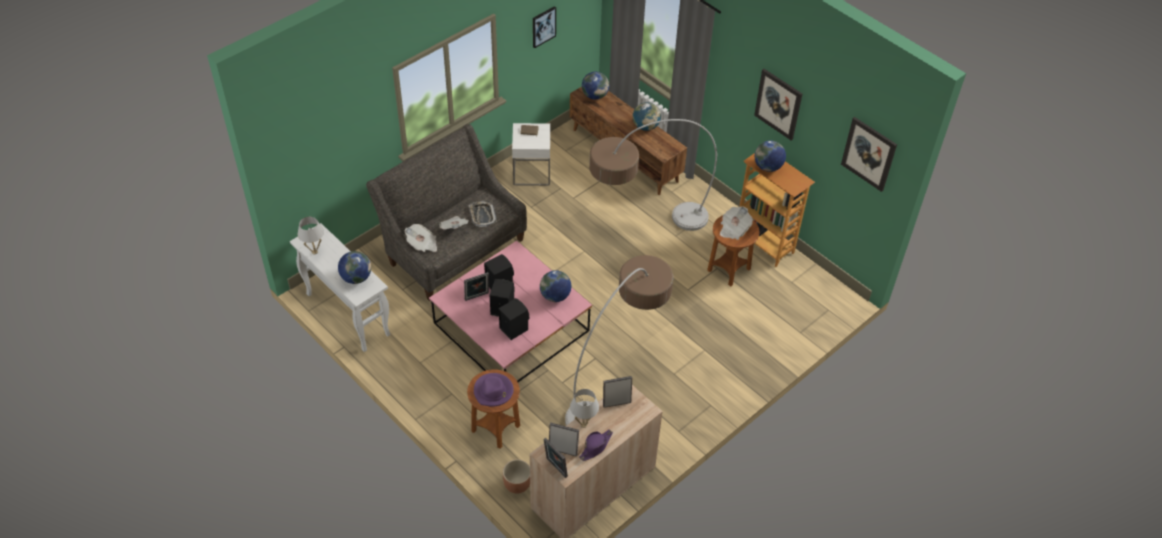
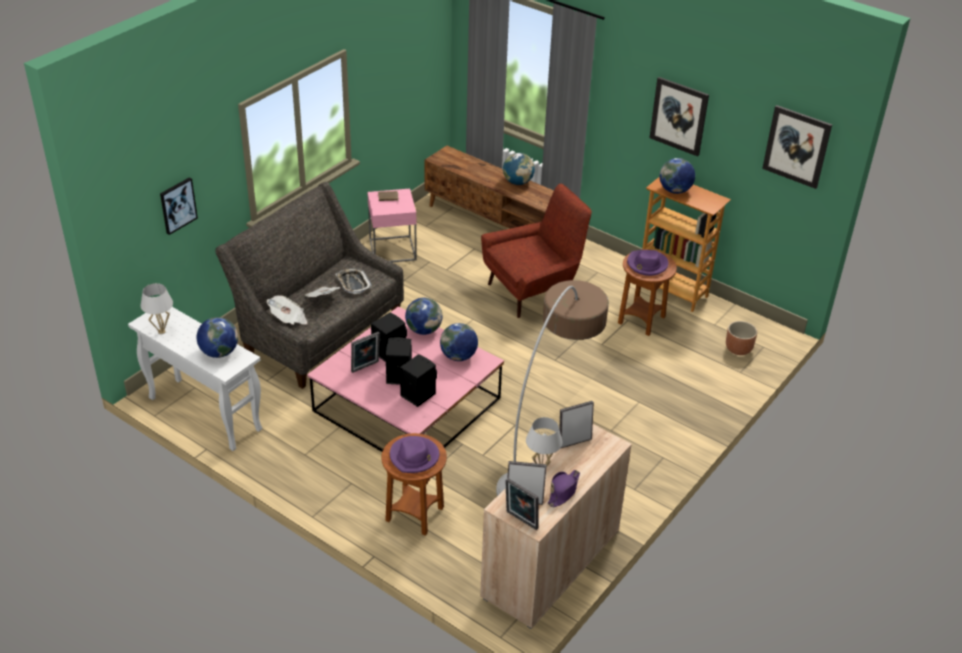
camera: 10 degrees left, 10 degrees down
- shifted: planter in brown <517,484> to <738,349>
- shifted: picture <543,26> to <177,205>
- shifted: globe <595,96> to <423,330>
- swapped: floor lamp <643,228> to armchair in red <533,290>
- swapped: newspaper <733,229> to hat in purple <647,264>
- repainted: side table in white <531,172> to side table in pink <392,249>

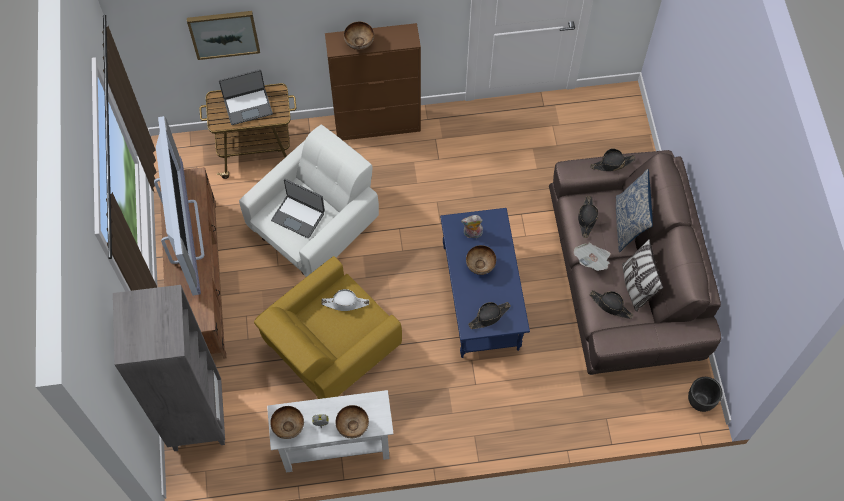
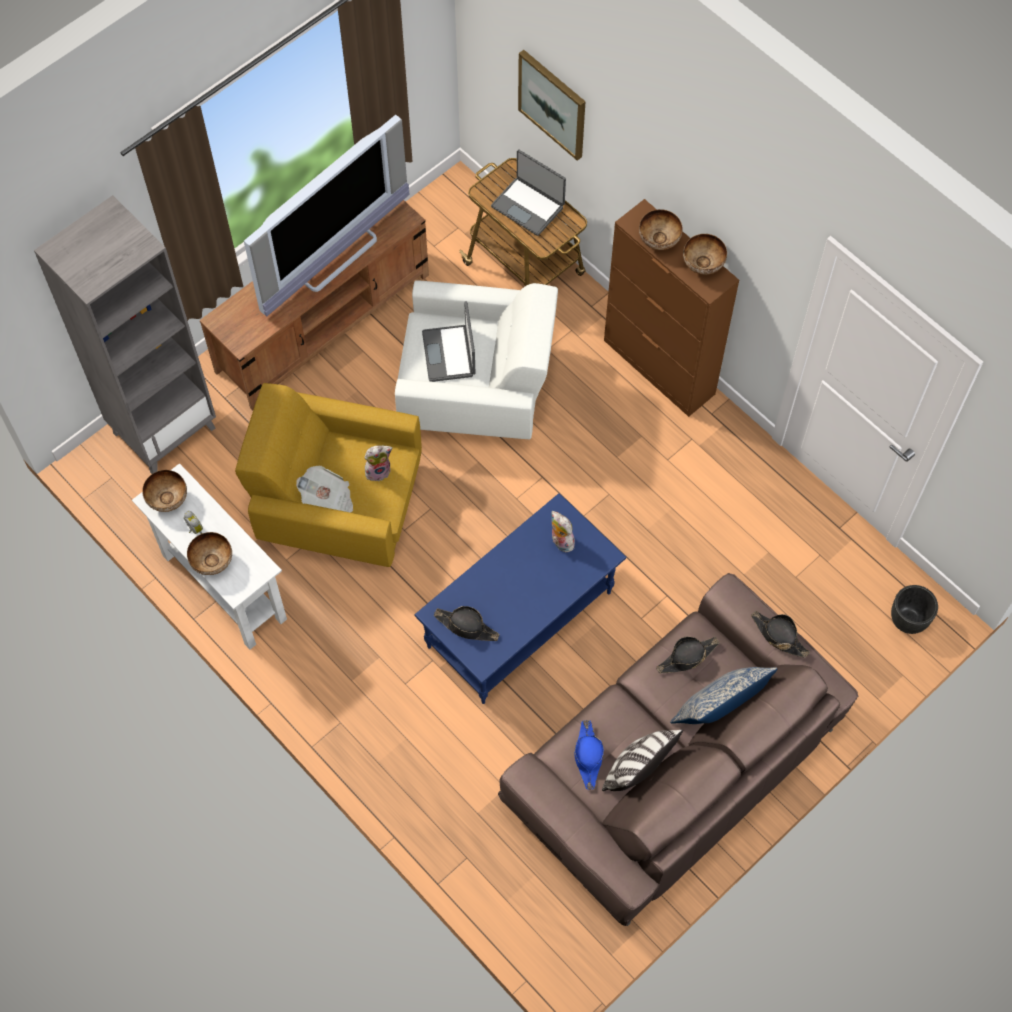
camera: 55 degrees right, 0 degrees up
- shifted: bowl <480,266> to <702,266>
- shifted: newspaper <592,261> to <327,499>
- shifted: planter in black <701,401> to <908,620>
- swapped: hat in white <345,303> to plush toy <378,470>
- repainted: hat in black <611,306> to hat in blue <588,756>

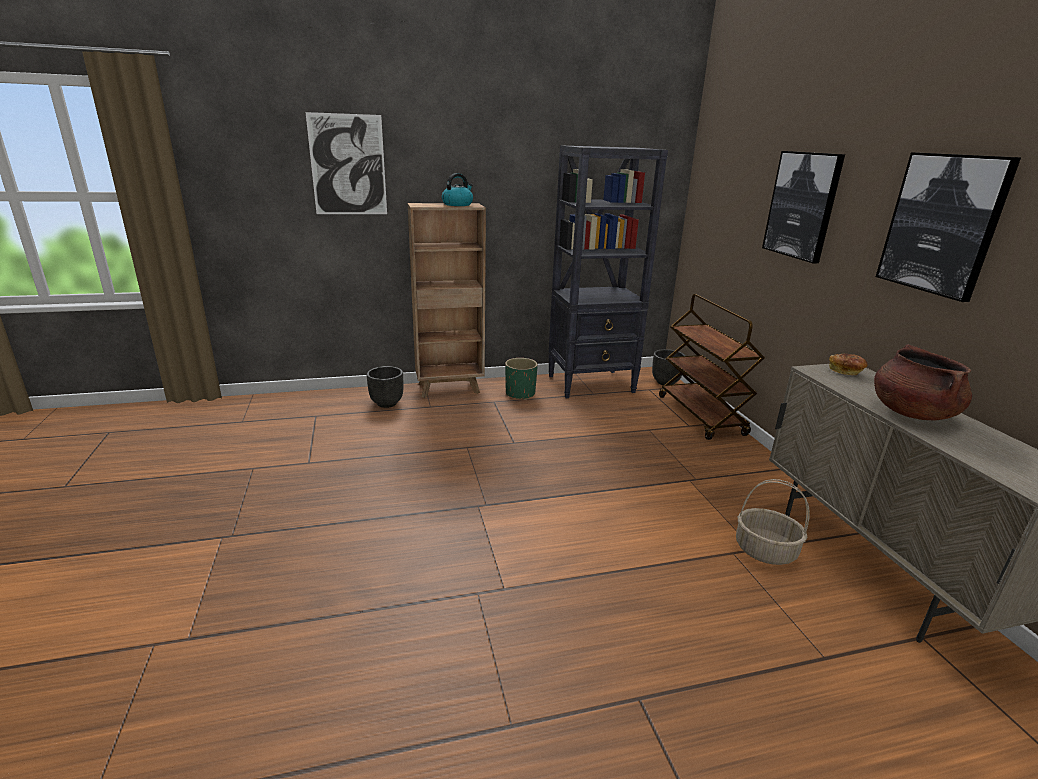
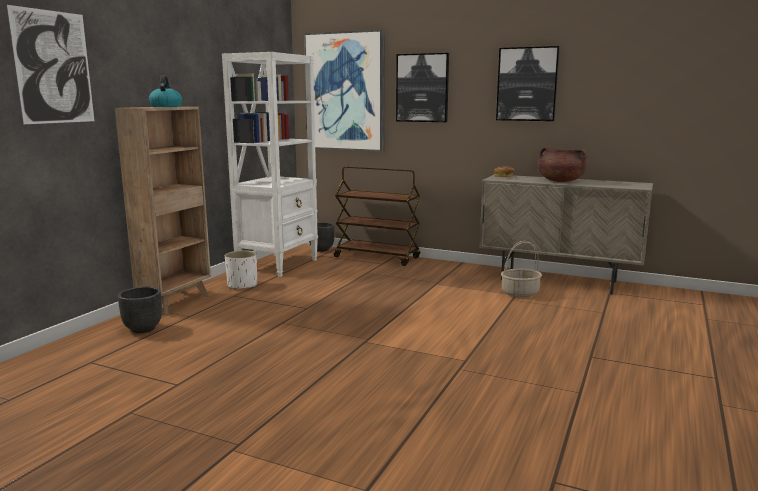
camera: 50 degrees left, 10 degrees down
- new: picture <345,92>
- repainted: planter in green <520,394> to planter in white <242,285>
- repainted: bookcase in black <591,384> to bookcase in white <278,264>

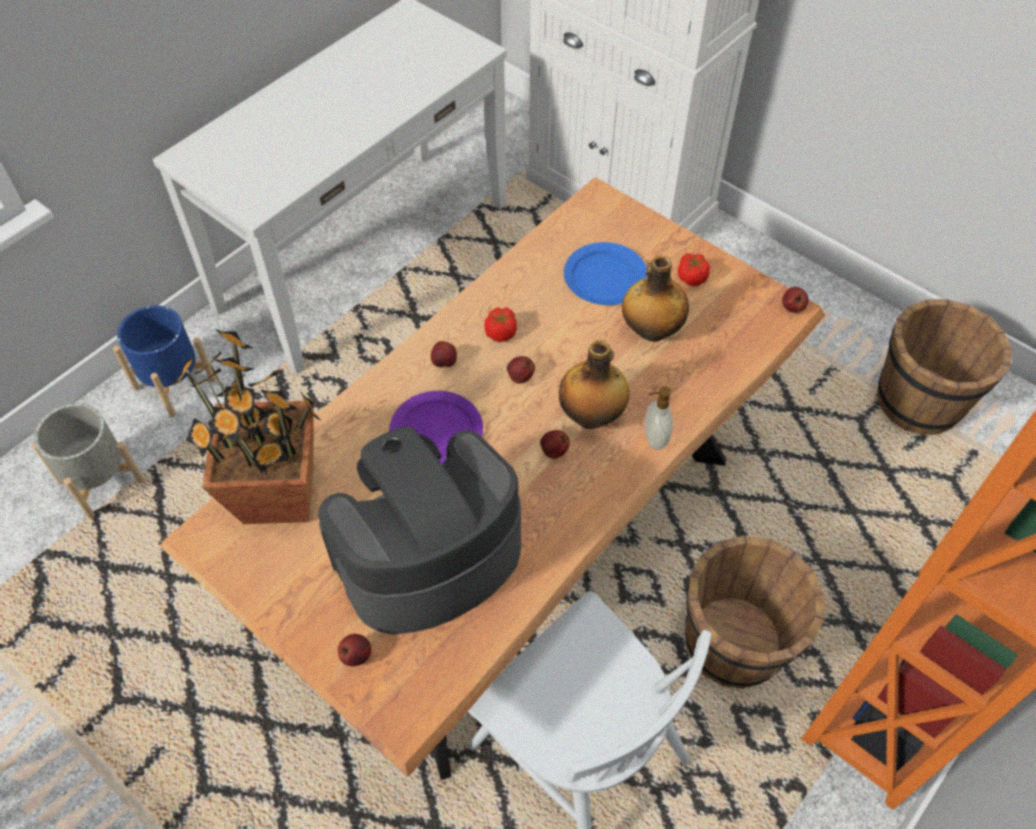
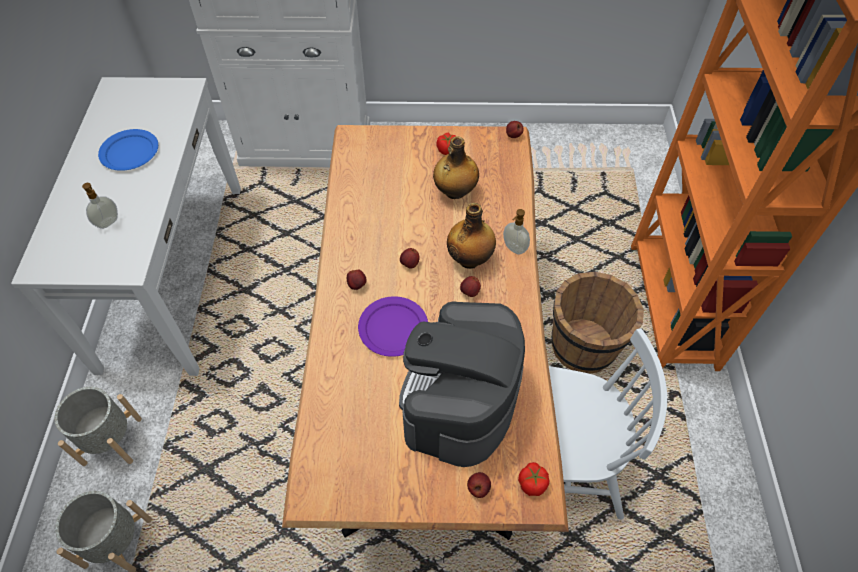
camera: 40 degrees left, 0 degrees up
- gone: potted plant <279,496>
- gone: bucket in brown <920,401>
- new: soap dispenser <109,223>
- shifted: tomato <501,333> to <532,483>
- shifted: plate in blue <605,276> to <130,152>
- repainted: planter in blue <175,383> to planter in grey <112,440>

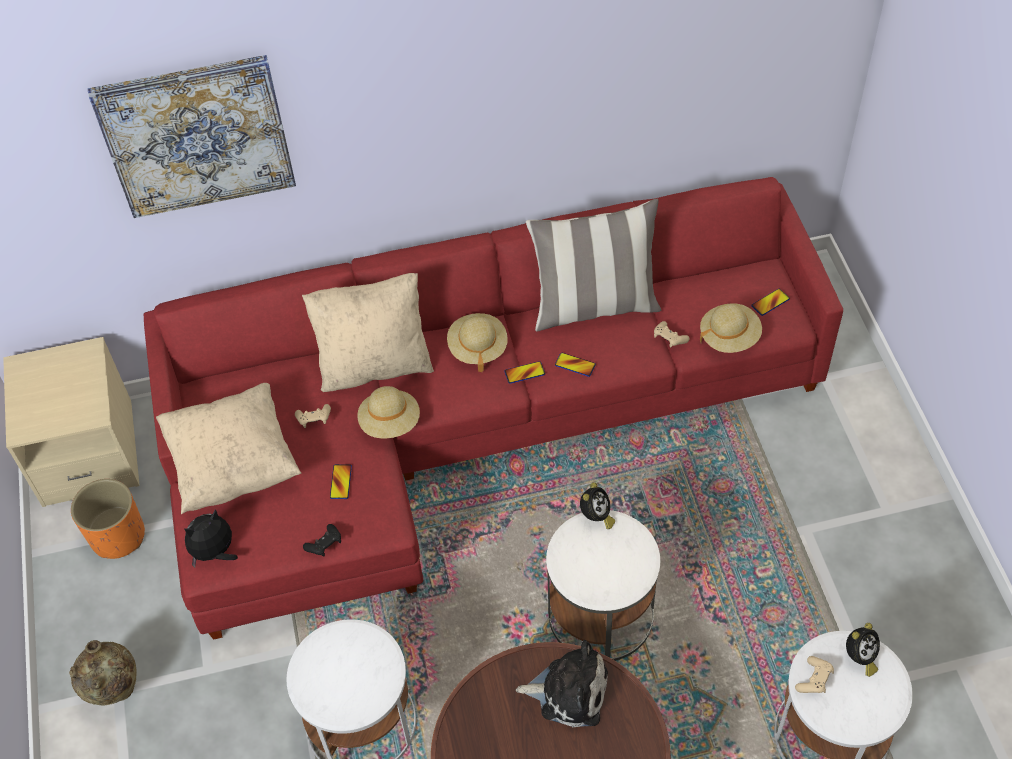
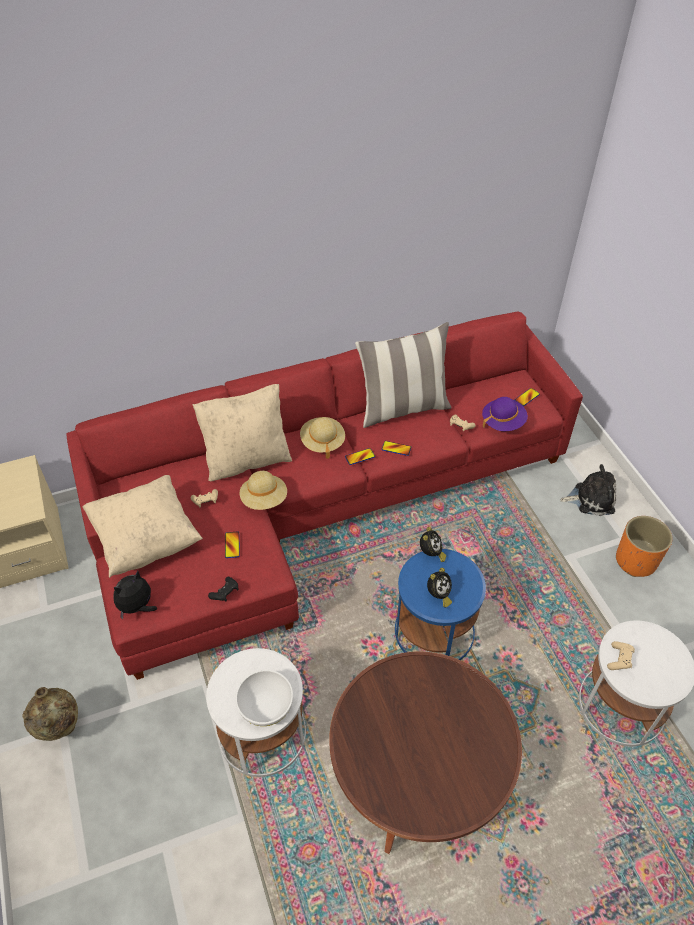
camera: 10 degrees left, 5 degrees down
- gone: picture <196,136>
- new: bowl in white <266,706>
- shifted: planter in orange <118,536> to <636,561>
- shifted: plush toy <569,691> to <591,498>
- shifted: alarm clock <859,657> to <438,595>
- repainted: side table in white <601,613> to side table in blue <434,631>
- repainted: hat in beige <729,337> to hat in purple <503,422>

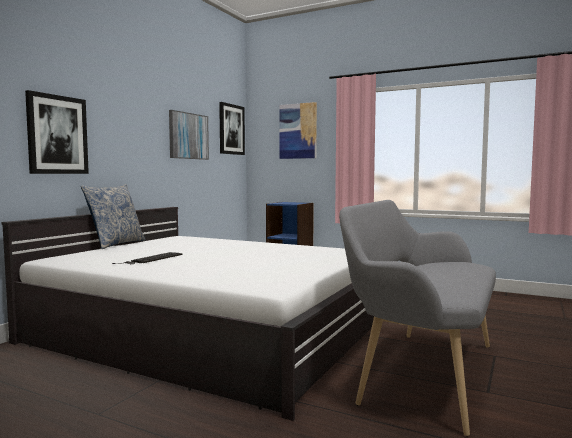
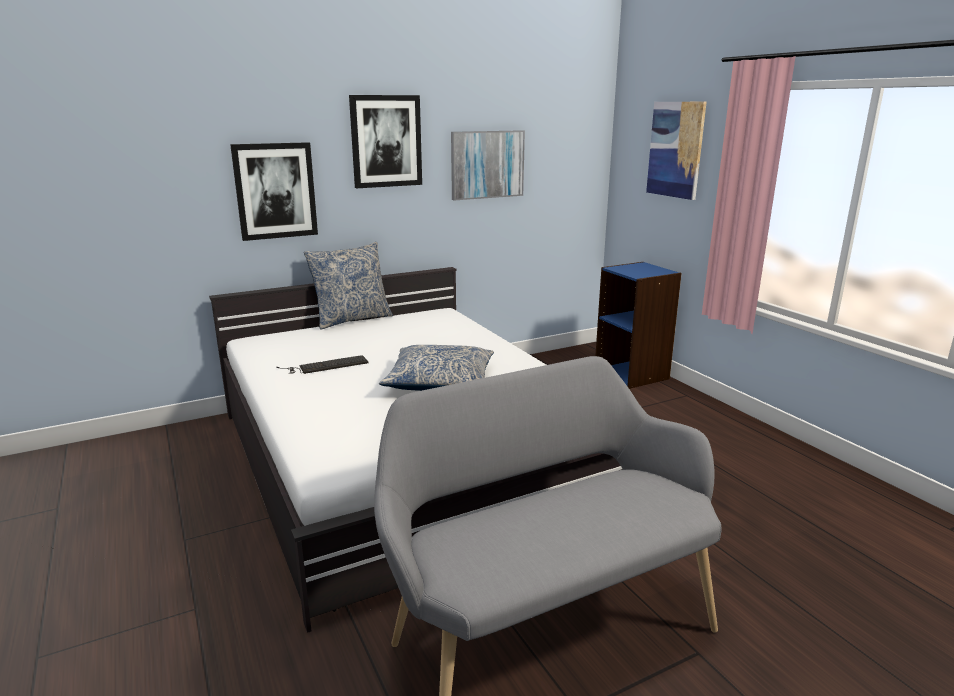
camera: 35 degrees right, 15 degrees up
- new: pillow <440,381>
- shifted: picture <231,129> to <386,141>

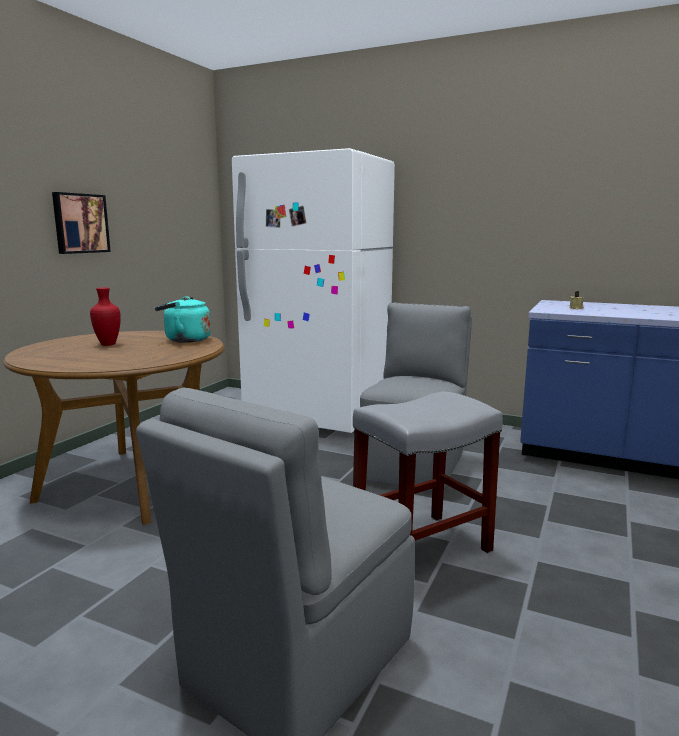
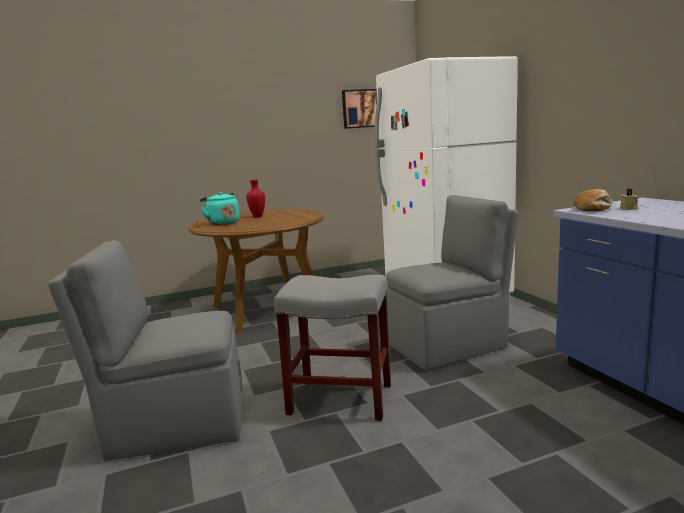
camera: 45 degrees right, 0 degrees up
- new: bread <593,208>
- shifted: picture <80,223> to <360,109>
- shifted: kettle in turquoise <184,340> to <222,223>

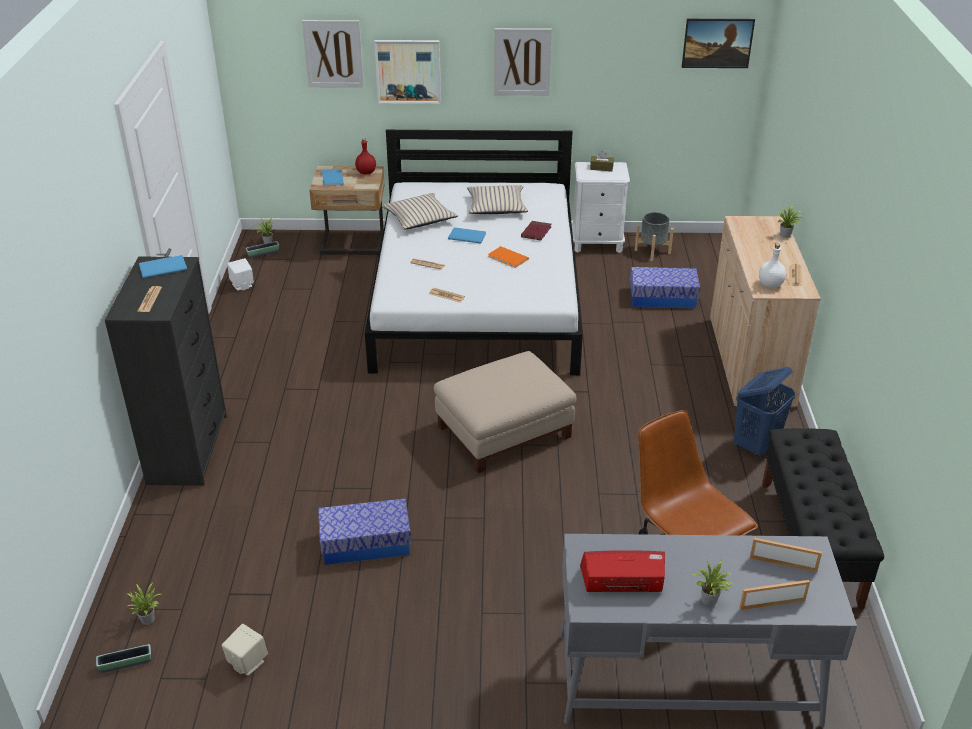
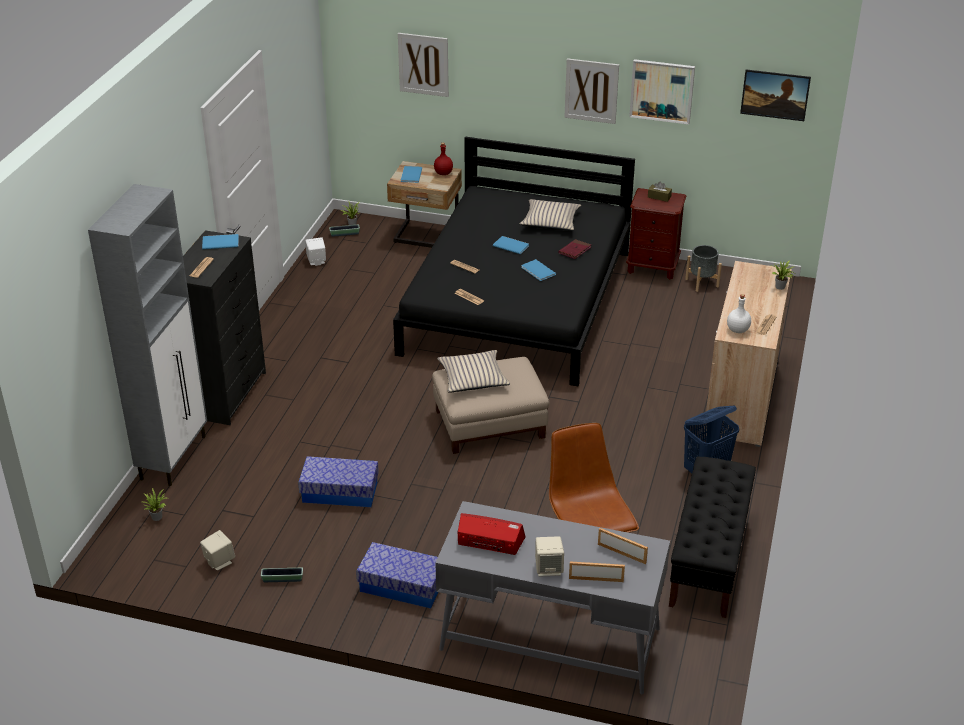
camera: 15 degrees right, 0 degrees up
- new: cabinet in grey <174,457>
- shifted: planter <126,663> to <282,579>
- shifted: picture <408,71> to <662,91>
- shifted: pillow in beige <419,218> to <473,378>
- shifted: storage box <662,298> to <402,586>
- swapped: potted plant <710,601> to speaker in beige <548,568>
- repainted: bed in white <477,296> to bed in black <518,302>
- repainted: book in orange <508,258> to book in blue <538,271>
- repainted: nightstand in white <597,243> to nightstand in brown <652,267>

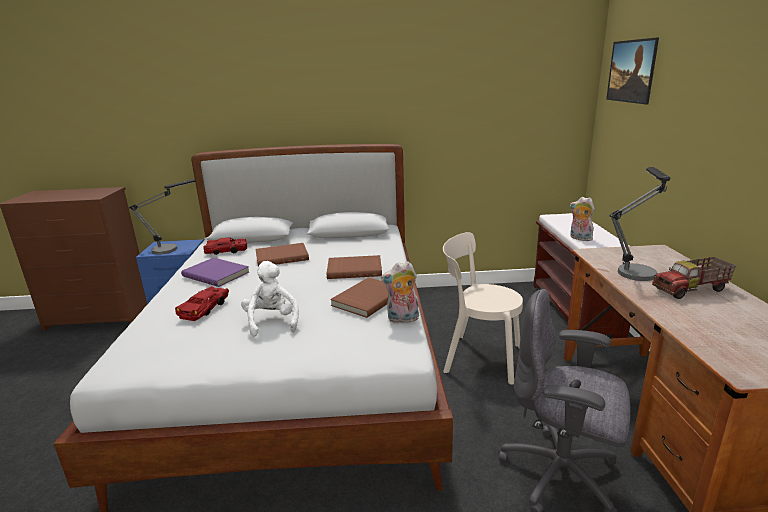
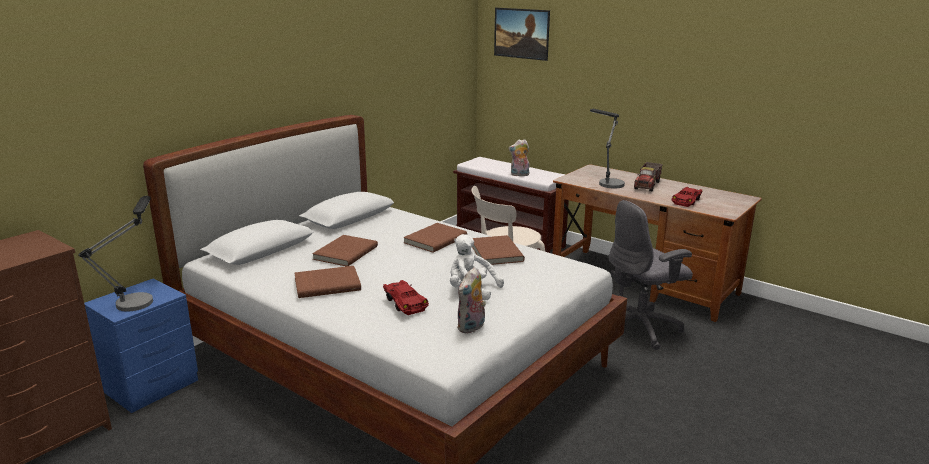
camera: 50 degrees left, 0 degrees up
- shifted: toy car in red <226,251> to <687,201>
- shifted: plush toy <402,319> to <472,327>
- repainted: book in purple <217,274> to book in brown <327,284>

